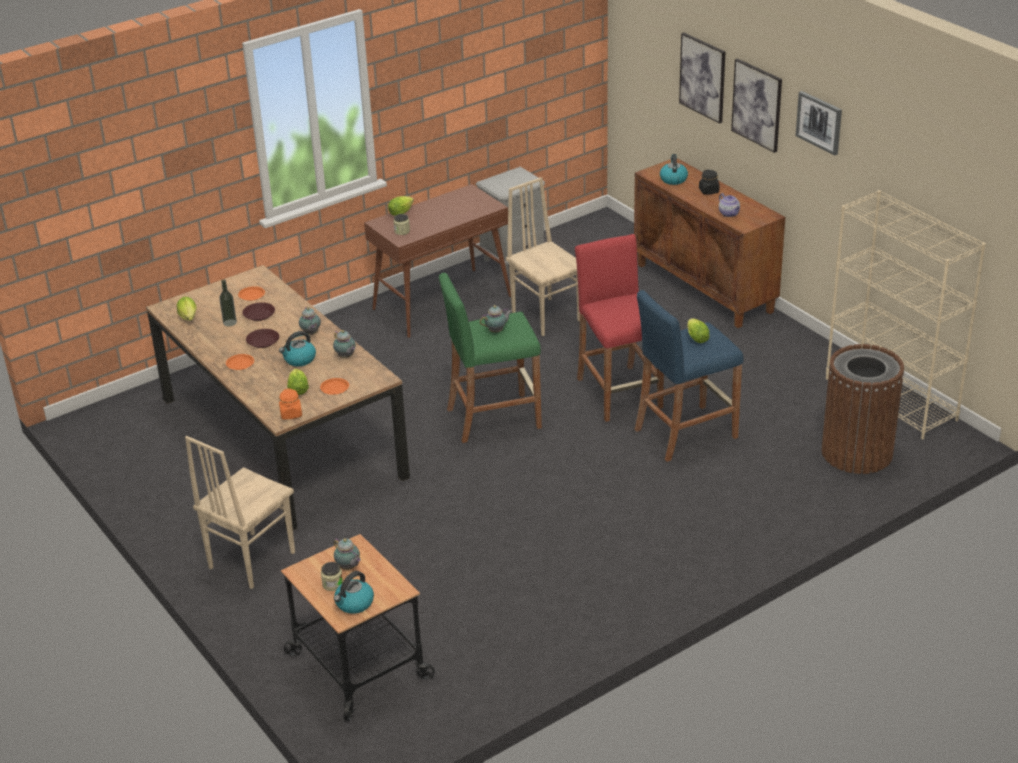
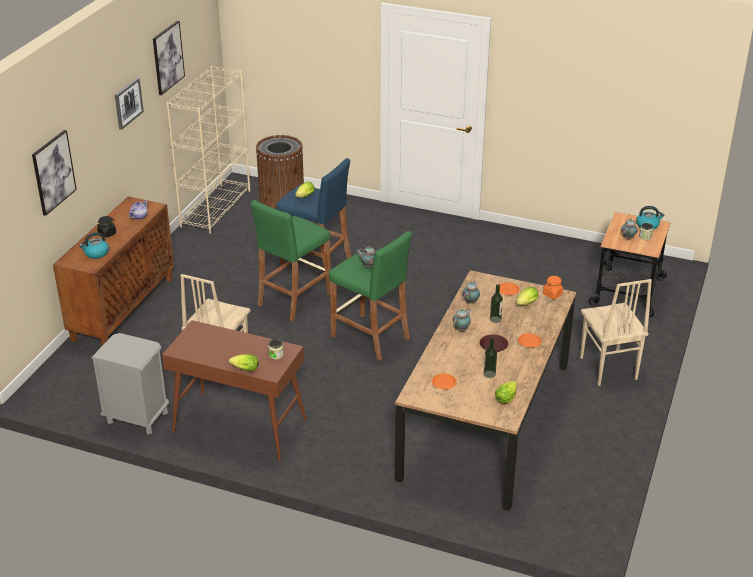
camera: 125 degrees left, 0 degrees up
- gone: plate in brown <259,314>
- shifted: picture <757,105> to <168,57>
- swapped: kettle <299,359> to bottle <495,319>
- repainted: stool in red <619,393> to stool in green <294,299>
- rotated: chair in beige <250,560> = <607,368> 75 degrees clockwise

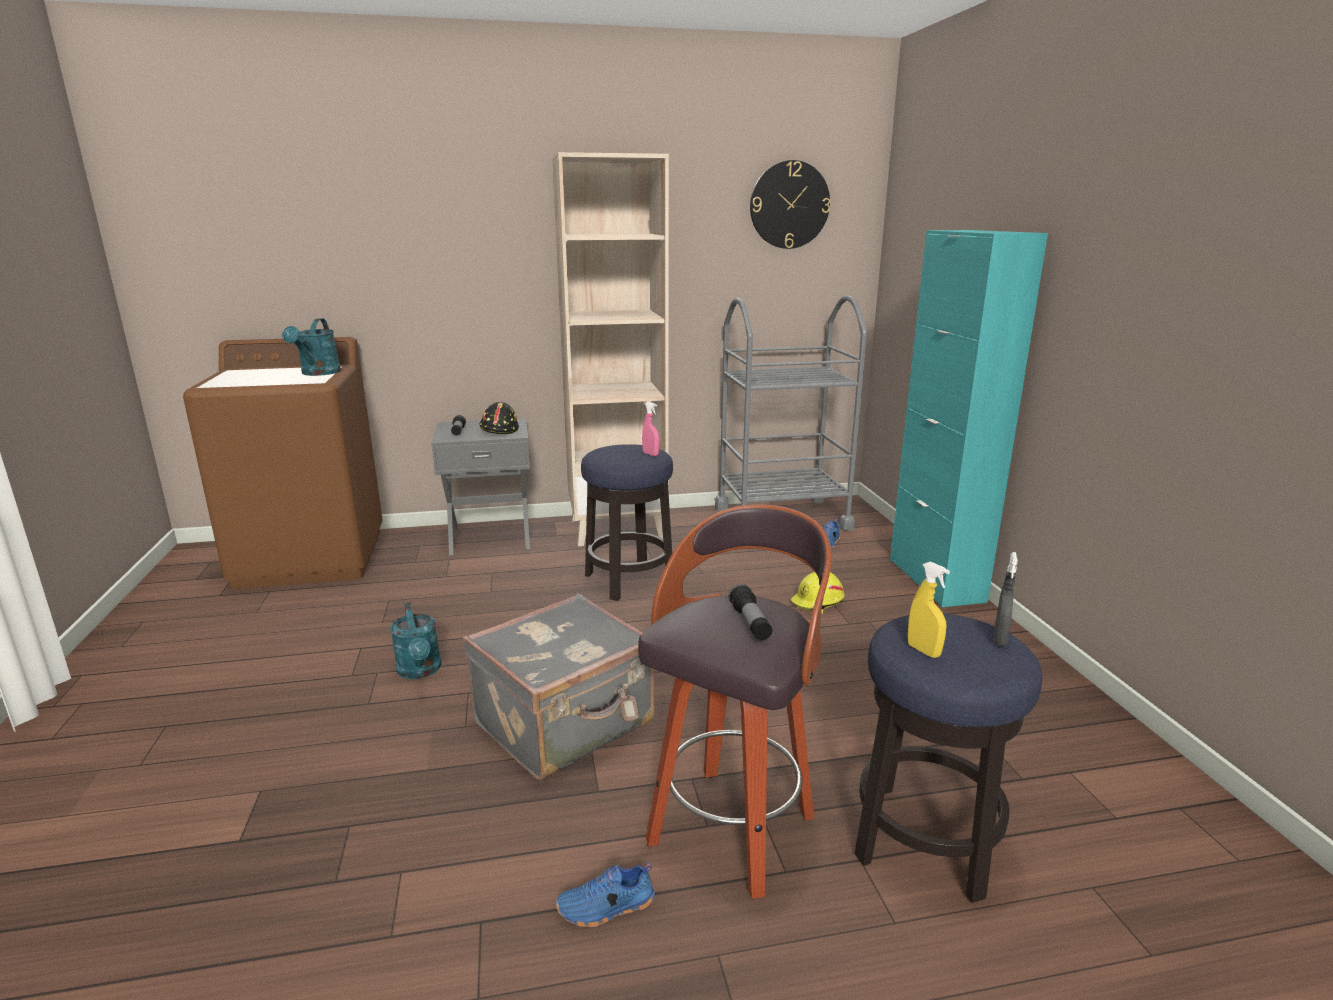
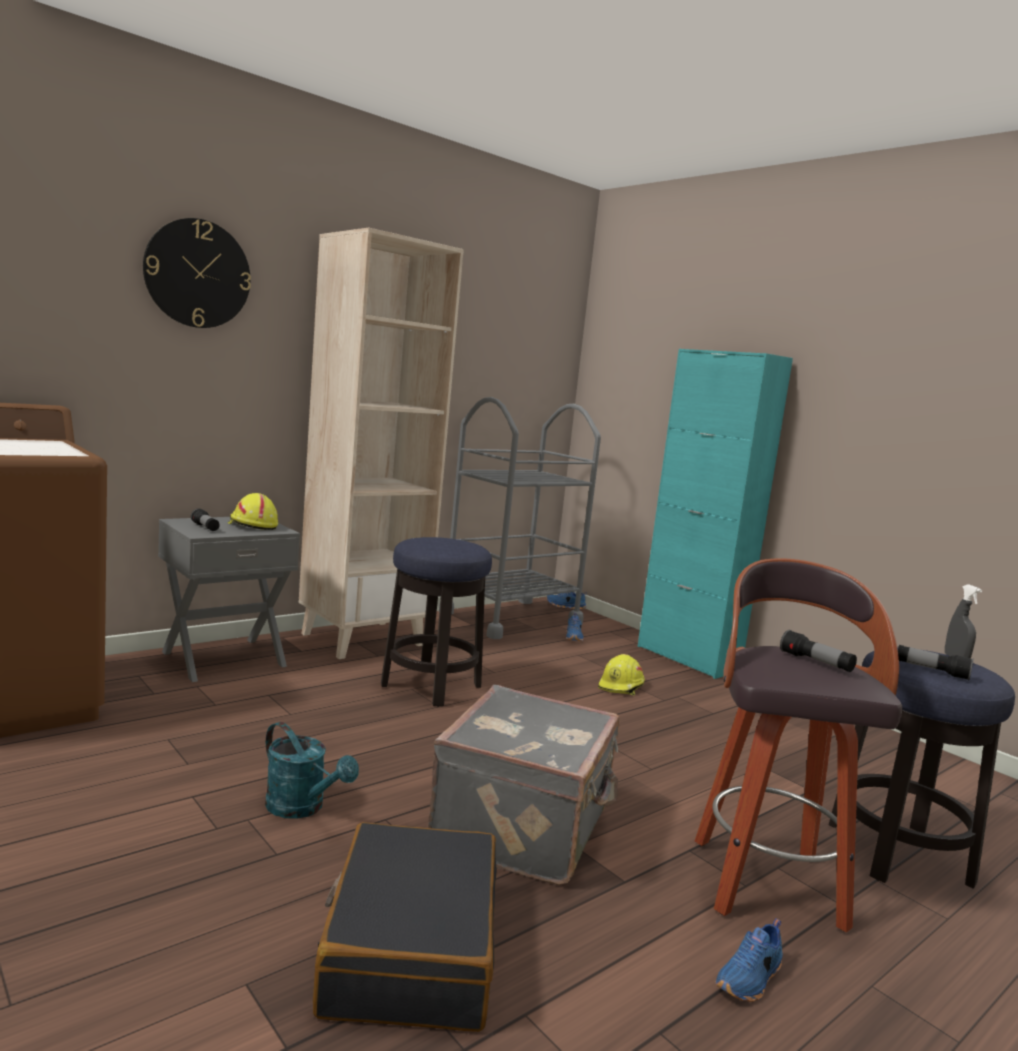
camera: 30 degrees left, 10 degrees down
- gone: watering can in turquoise <318,373>
- gone: spray bottle in pink <650,454>
- new: suitcase in black <409,948>
- new: shoe in blue <565,606>
- shifted: wall clock <789,205> to <197,274>
- swapped: spray bottle in yellow <923,651> to flashlight <931,671>
- repainted: hard hat in black <499,429> to hard hat in yellow <252,525>

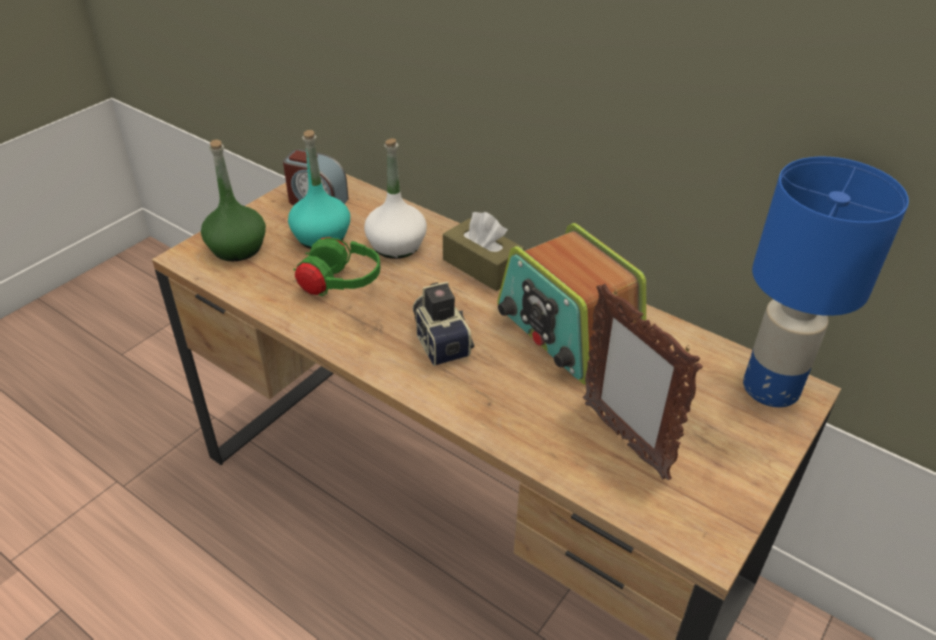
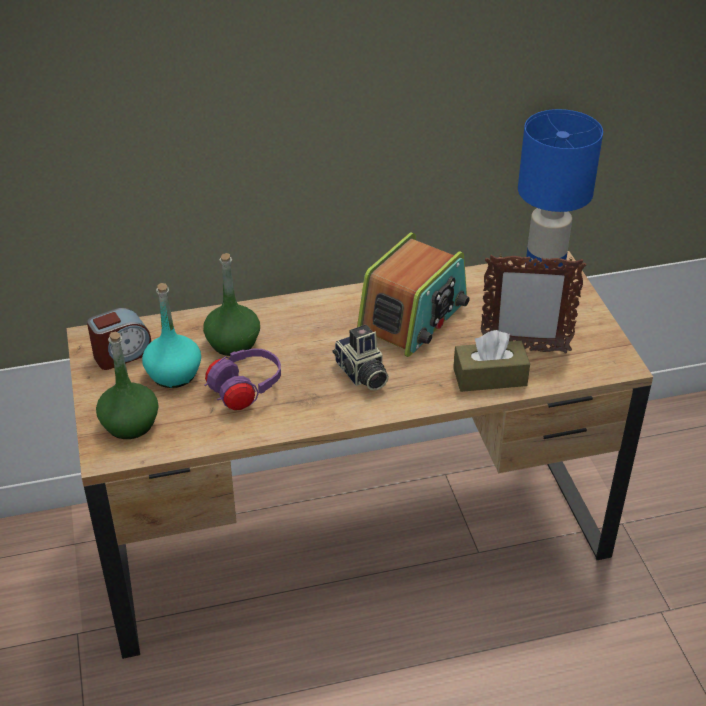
camera: 50 degrees left, 0 degrees up
- shifted: tissue box in brown <482,267> to <490,377>
- repainted: headphones in green <340,285> to headphones in purple <245,391>
- repainted: bottle in white <396,245> to bottle in green <233,343>
- rotated: photo camera <441,341> = <361,374> 135 degrees counterclockwise
- rotated: radio <567,331> = <413,317> 60 degrees counterclockwise

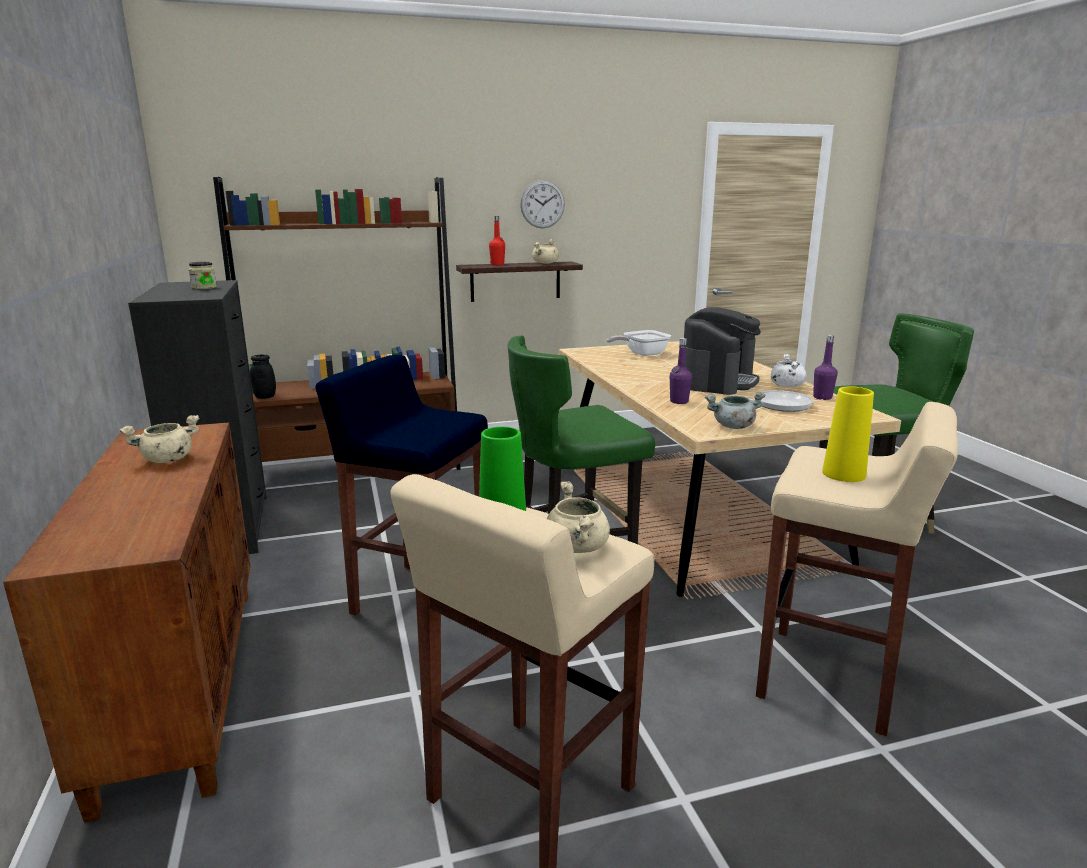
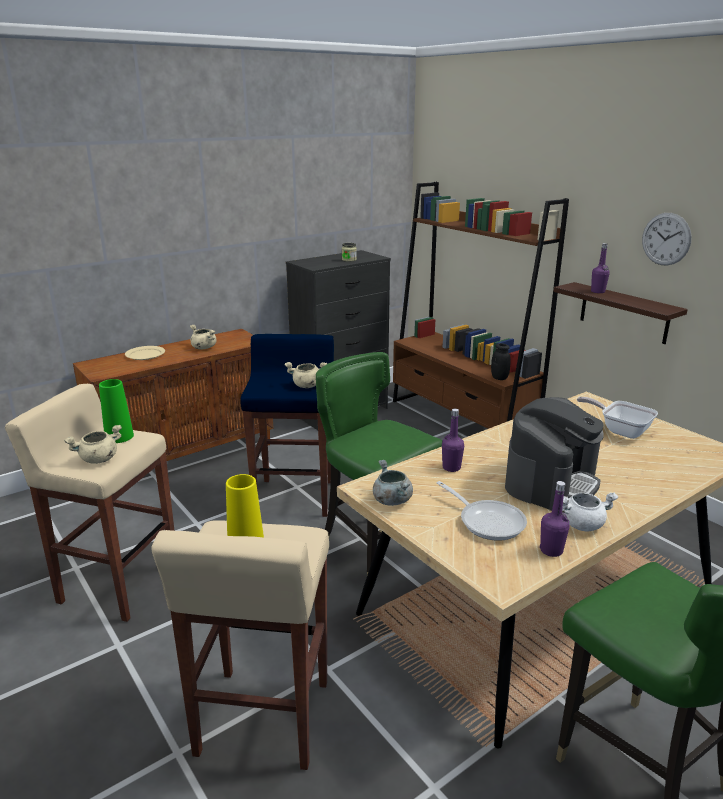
camera: 70 degrees right, 5 degrees up
- new: plate in beige <145,354>
- shifted: jar in black <265,397> to <499,378>
- shifted: cooking pot in beige <545,263> to <306,386>
- repainted: bottle in red <497,264> to bottle in purple <597,291>
- rotated: coffee machine <717,381> = <551,481> 60 degrees counterclockwise

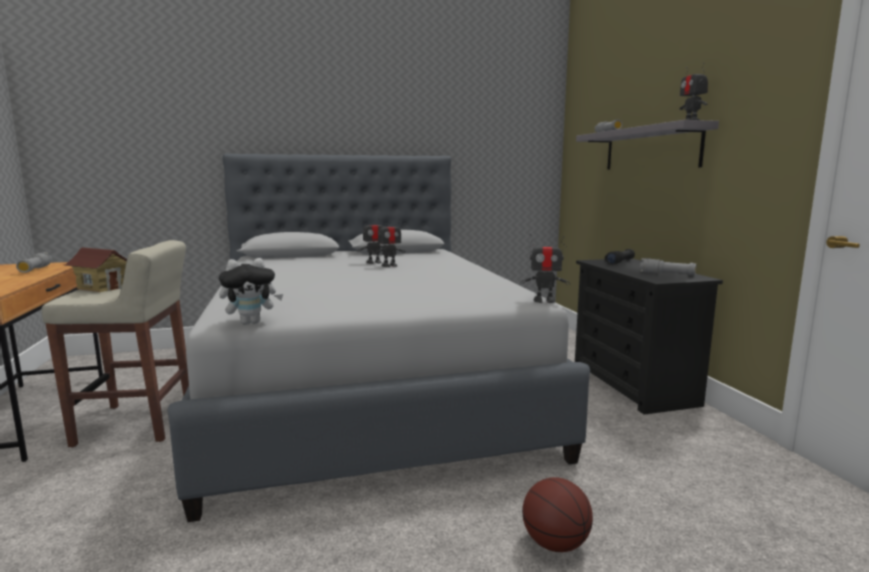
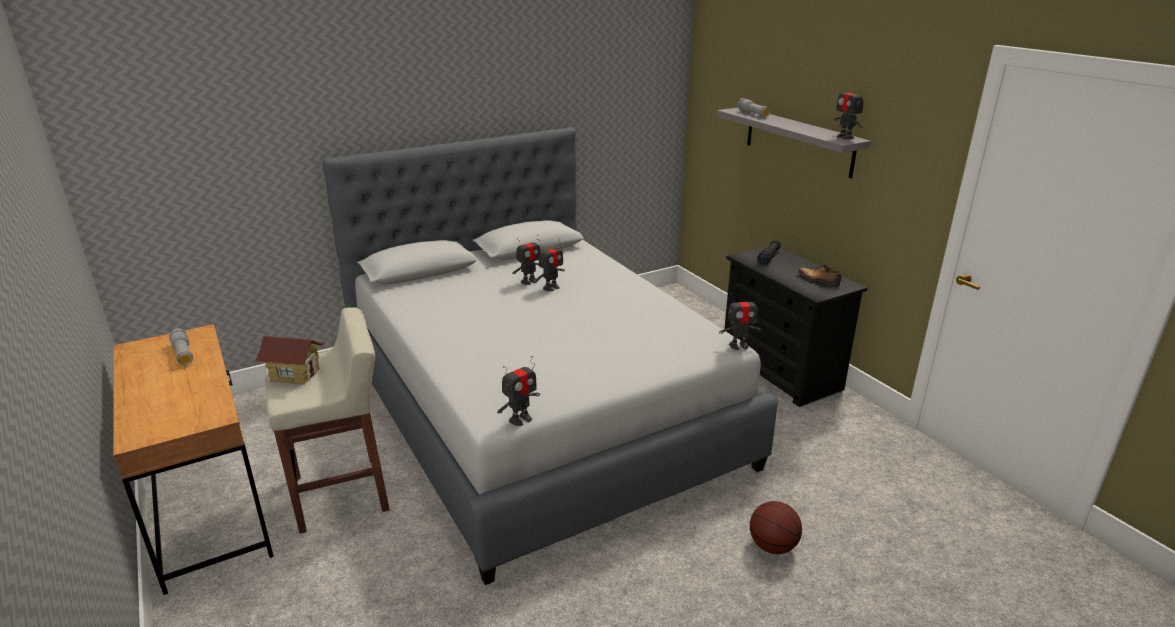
camera: 15 degrees left, 15 degrees up
- swapped: plush toy <252,322> to toy robot <520,419>
- swapped: flashlight in grey <667,274> to shoe <819,280>

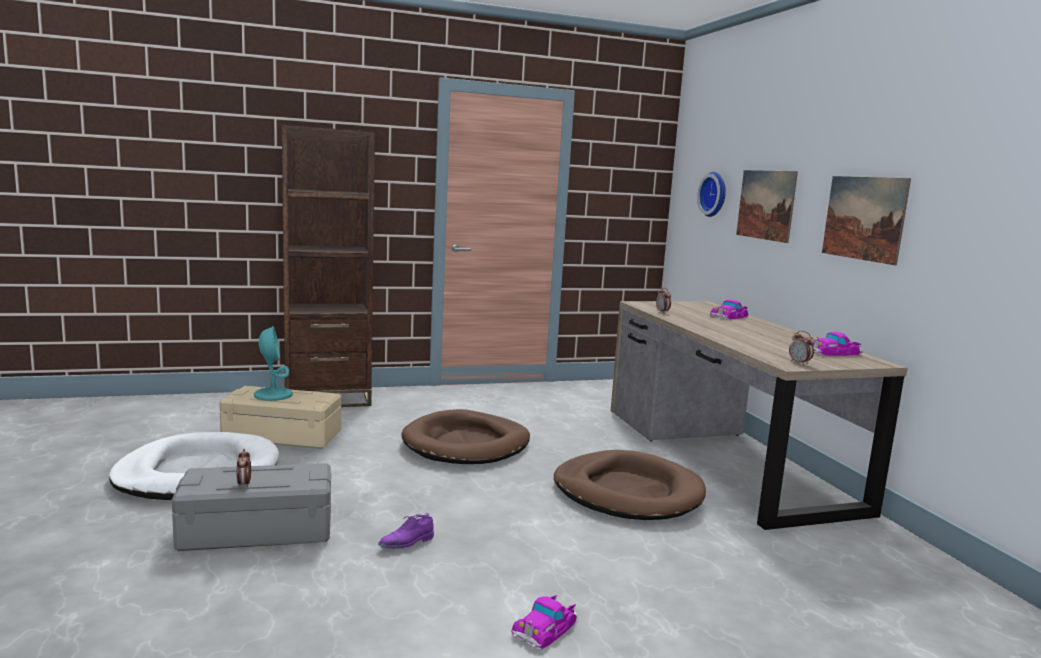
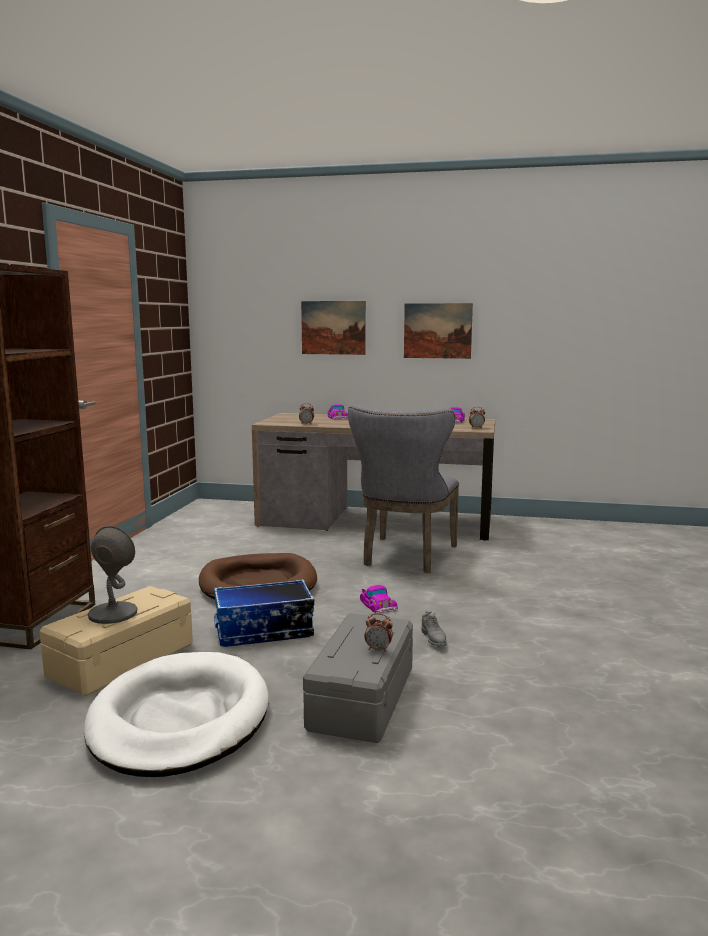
camera: 60 degrees left, 0 degrees up
- gone: wall clock <715,194>
- new: storage box <263,632>
- shifted: toy car <545,627> to <377,604>
- swapped: dog bed in brown <627,492> to chair in grey <406,557>
- repainted: table lamp in turquoise <273,395> to table lamp in grey <112,614>
- repainted: shoe in purple <407,543> to shoe in grey <434,639>

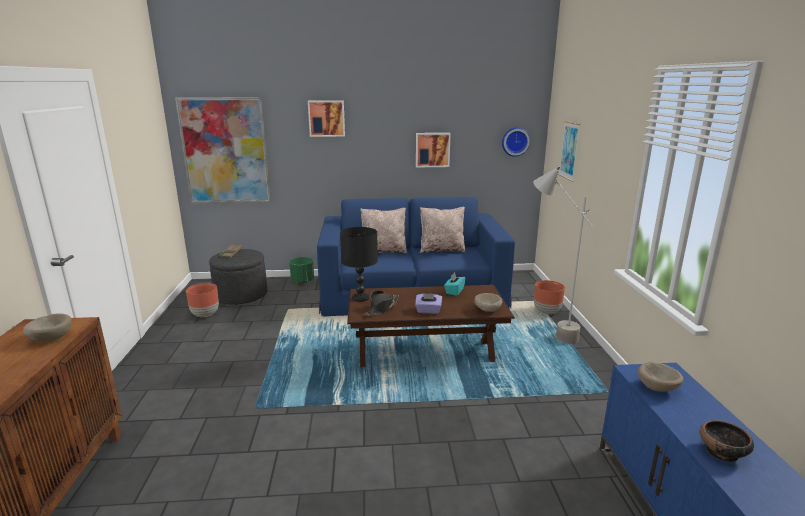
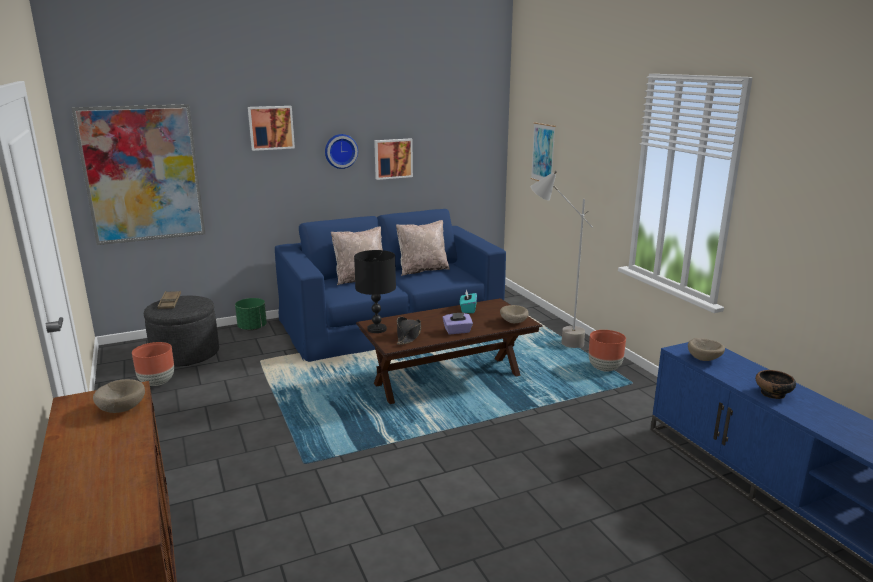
camera: 20 degrees left, 0 degrees up
- shifted: wall clock <515,141> to <340,151>
- shifted: planter in brown <546,312> to <604,368>

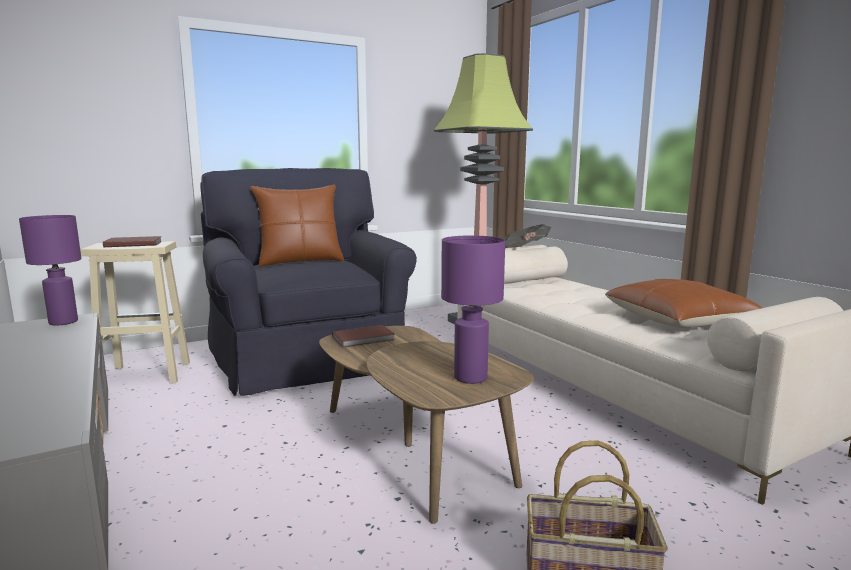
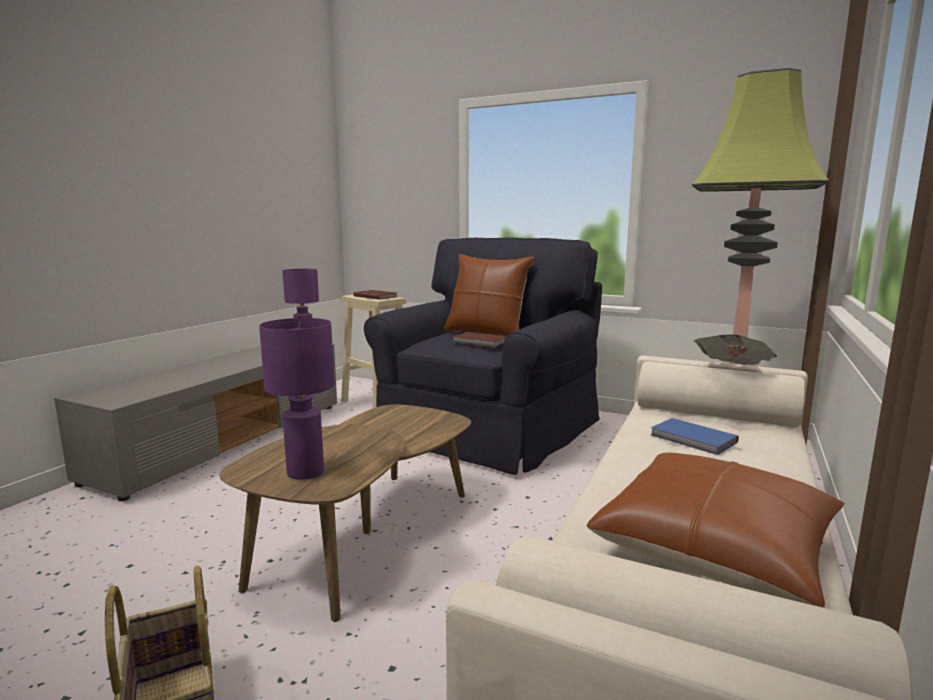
camera: 55 degrees right, 0 degrees up
- new: book in blue <693,439>
- shifted: book in brown <364,339> to <480,342>

